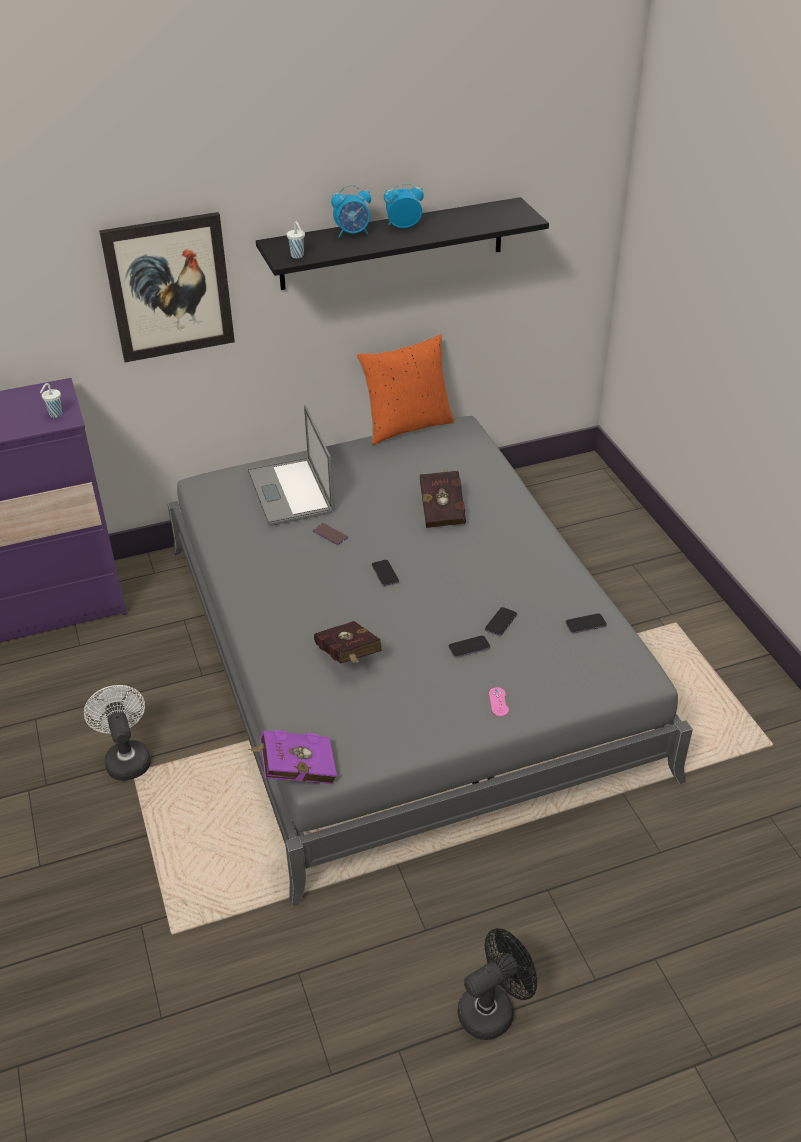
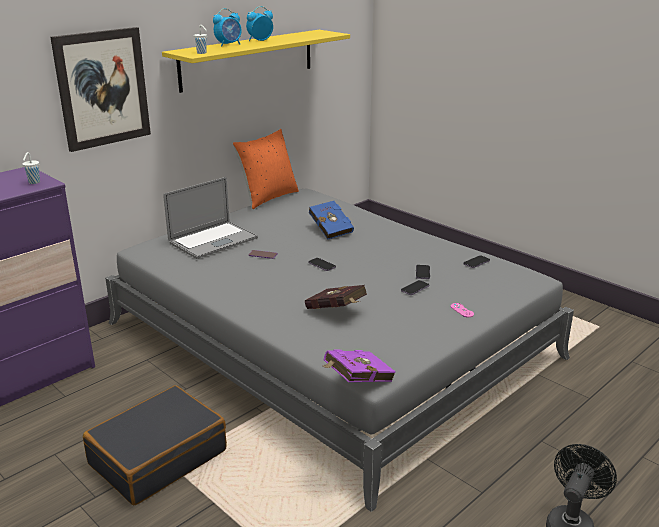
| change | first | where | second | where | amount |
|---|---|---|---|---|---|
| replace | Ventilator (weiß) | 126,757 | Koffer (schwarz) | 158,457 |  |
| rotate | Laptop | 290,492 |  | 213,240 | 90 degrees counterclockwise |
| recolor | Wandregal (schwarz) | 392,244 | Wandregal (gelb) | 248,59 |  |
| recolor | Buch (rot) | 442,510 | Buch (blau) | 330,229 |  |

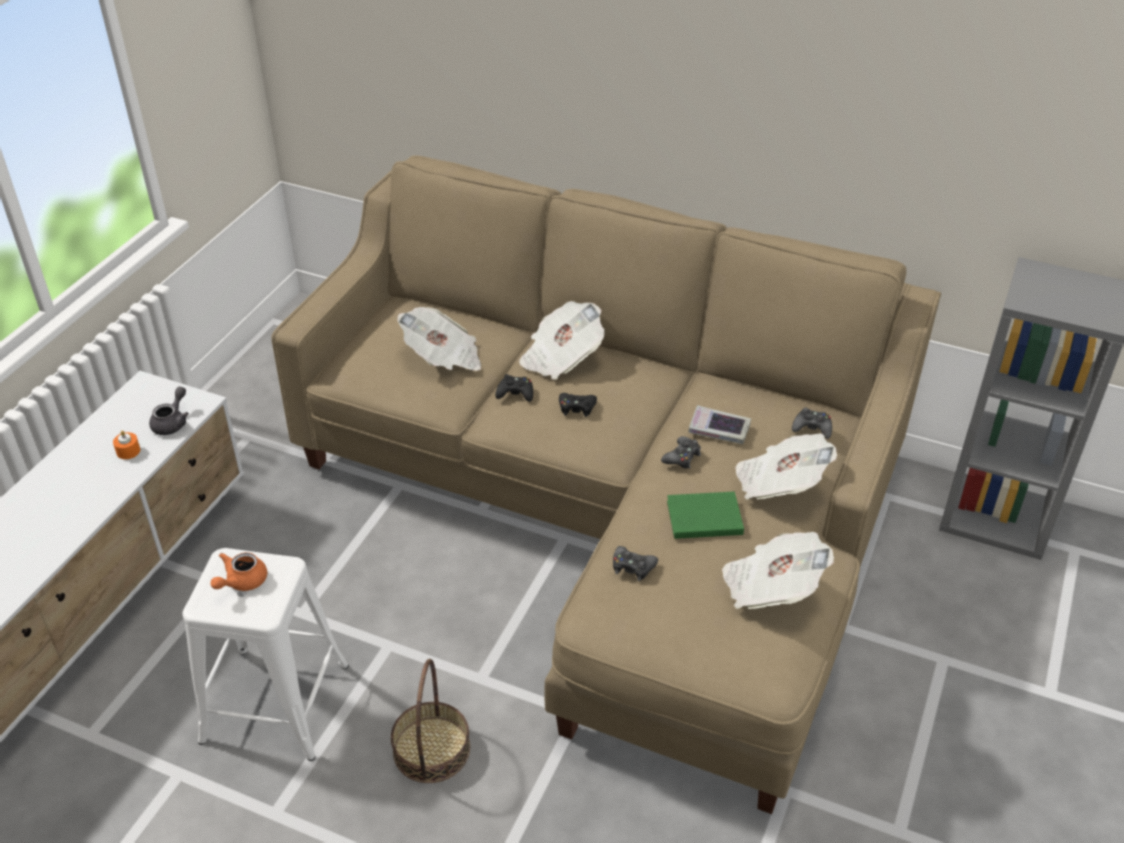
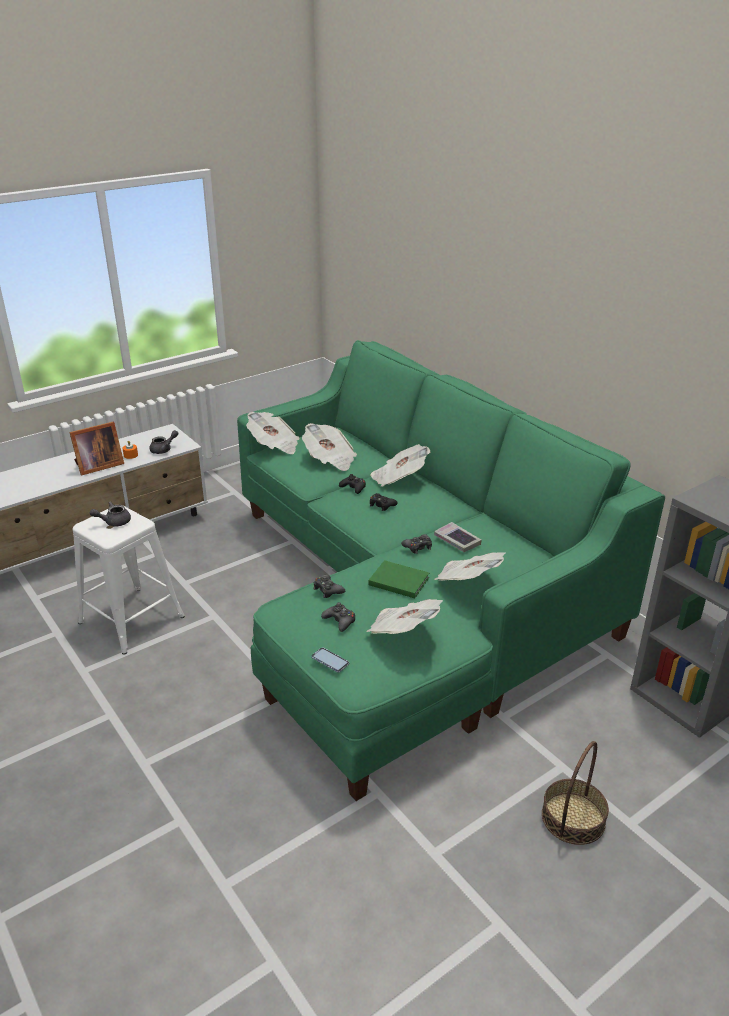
| change | first | where | second | where | amount |
|---|---|---|---|---|---|
| recolor | Teekanne (orange) | 241,582 | Teekanne (grau) | 114,522 |  |
| recolor | Sofa (beige) | 614,510 | Sofa (grün) | 407,597 |  |
| move | Korb | 432,749 |  | 573,818 |  |
| move | Gamepad (schwarz) | 812,428 |  | 340,621 |  |
| insert |  |  | Bilderrahmen | 97,466 |  |
| insert |  |  | Zeitung | 274,445 |  |
| insert |  |  | Handy | 330,660 |  |

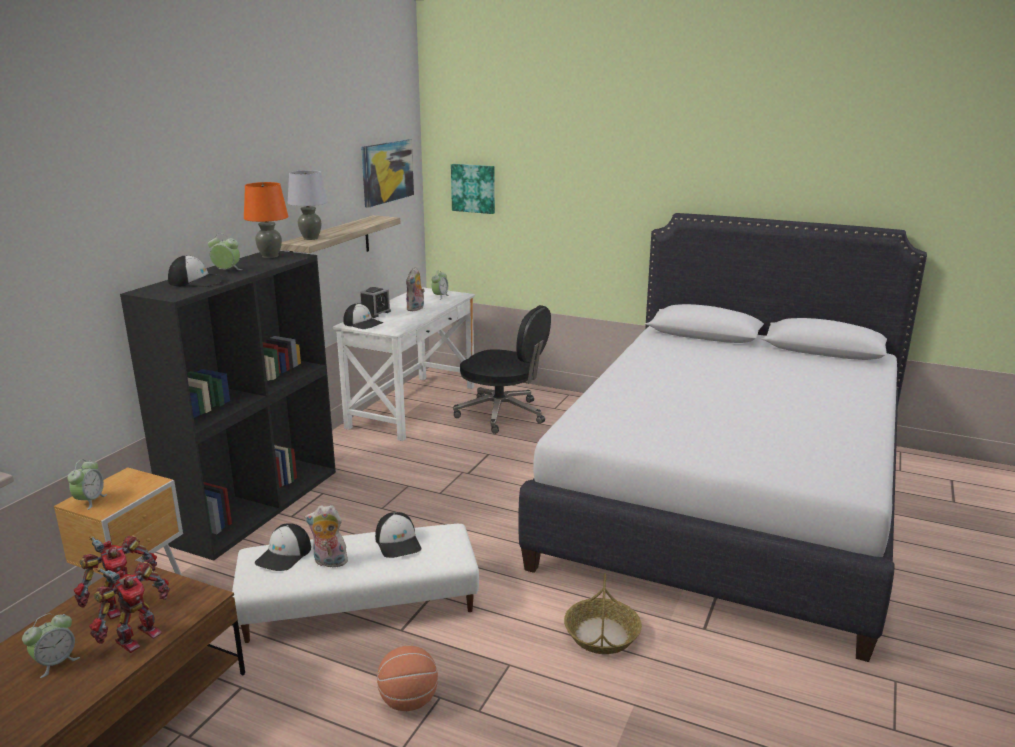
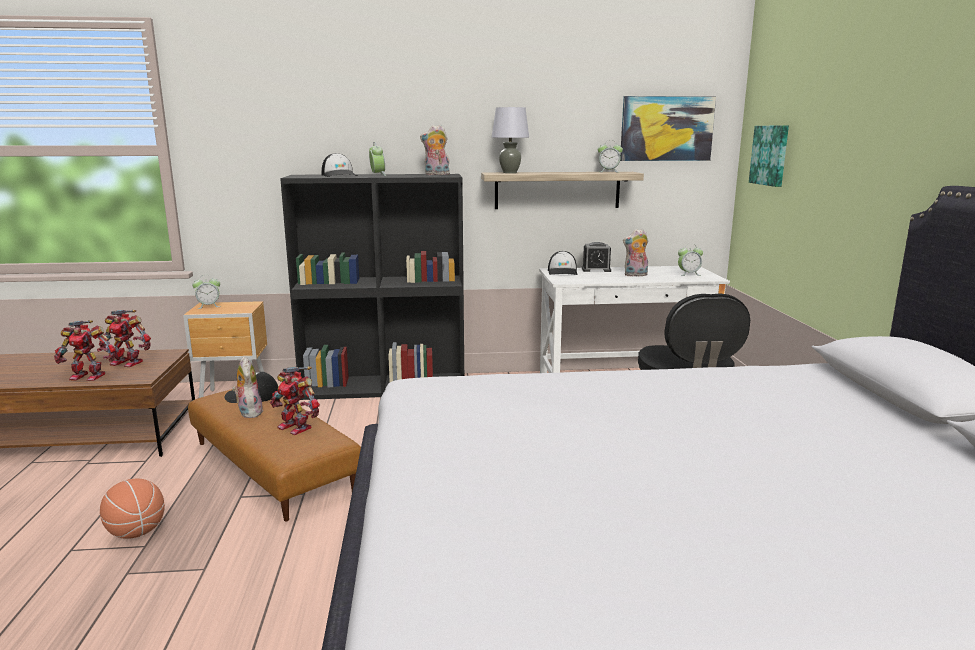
| change | first | where | second | where | amount |
|---|---|---|---|---|---|
| move | Wecker | 56,663 |  | 609,172 |  |
| recolor | Polsterhocker (weiß) | 360,602 | Polsterhocker (braun) | 274,466 |  |
| replace | Tischlampe (orange) | 270,256 | Plüschtier | 436,174 |  |
| replace | Kappe | 398,542 | Spielzeugroboter | 296,427 |  |
| delete | Korb | 602,635 |  |  |  |

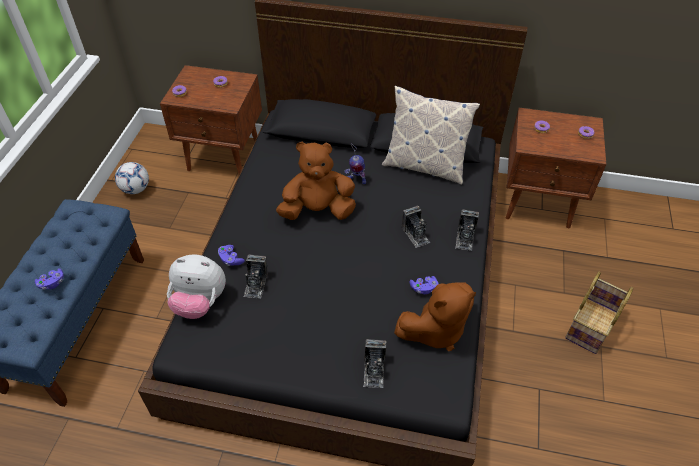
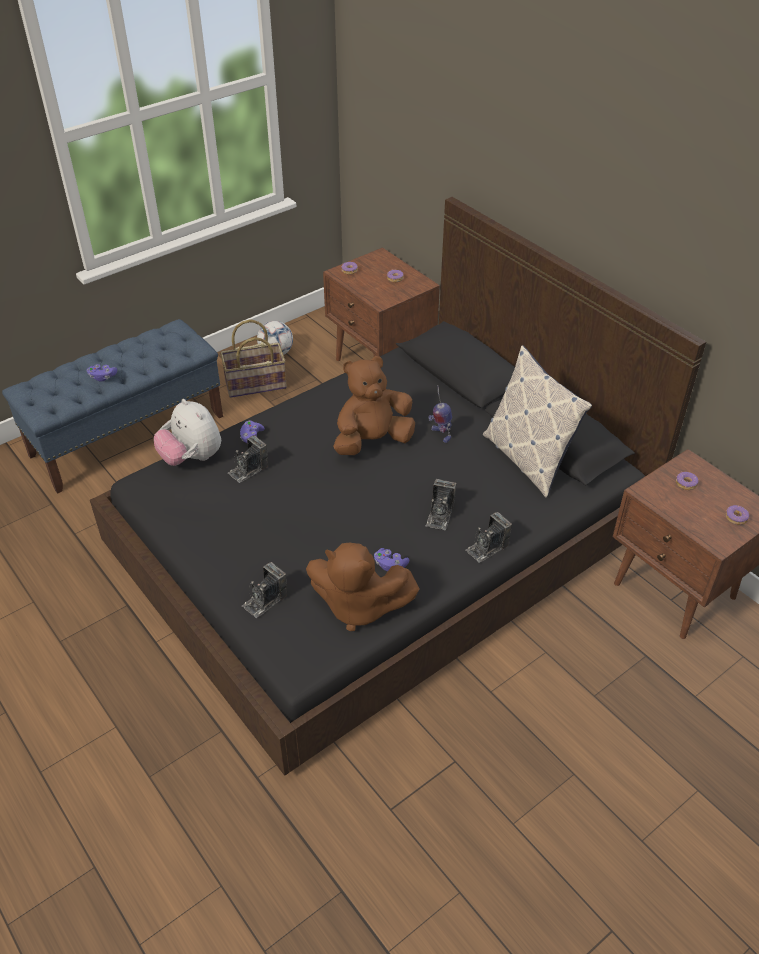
| change | first | where | second | where | amount |
|---|---|---|---|---|---|
| rotate | Plüschtier (braun) | 318,210 |  | 372,441 | 60 degrees counterclockwise |
| move | Korb | 592,326 |  | 255,384 |  |

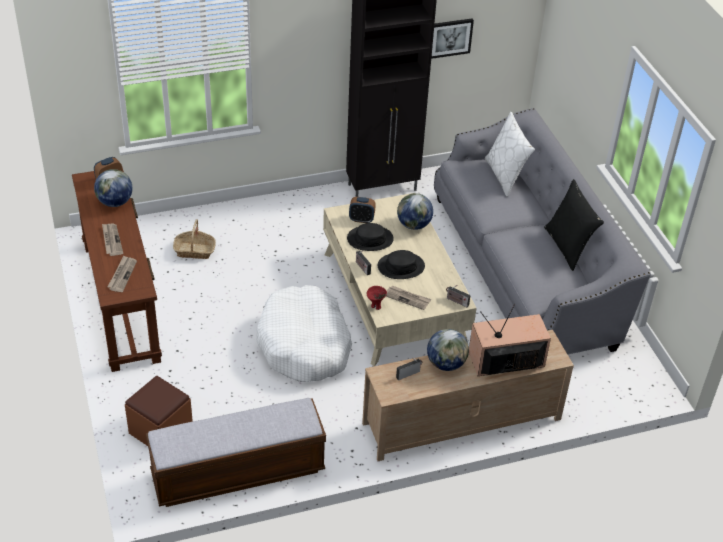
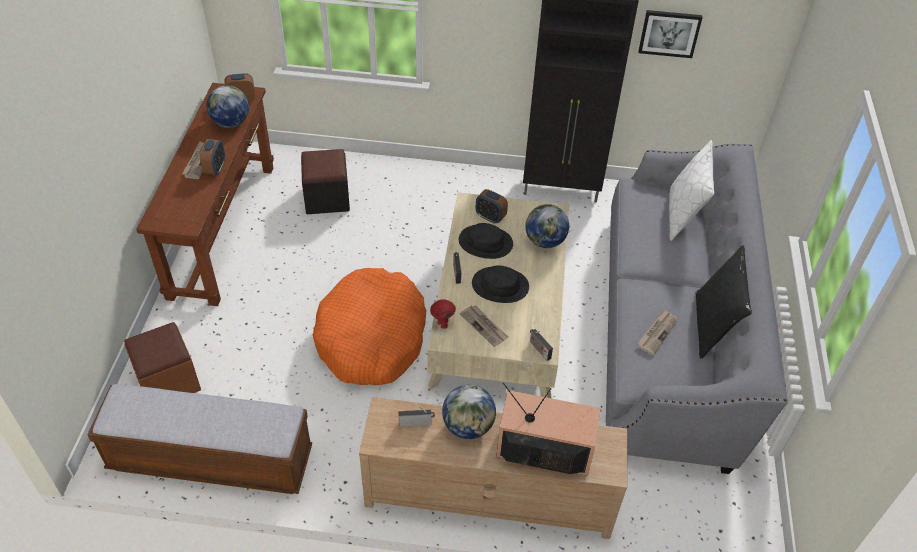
| change | first | where | second | where | amount |
|---|---|---|---|---|---|
| move | Zeitung | 122,275 |  | 657,333 |  |
| replace | Korb | 194,251 | Polsterhocker (schwarz) | 327,198 |  |
| recolor | Hundebett (weiß) | 304,345 | Hundebett (orange) | 372,338 |  |
| insert |  |  | Wecker | 215,168 |  |

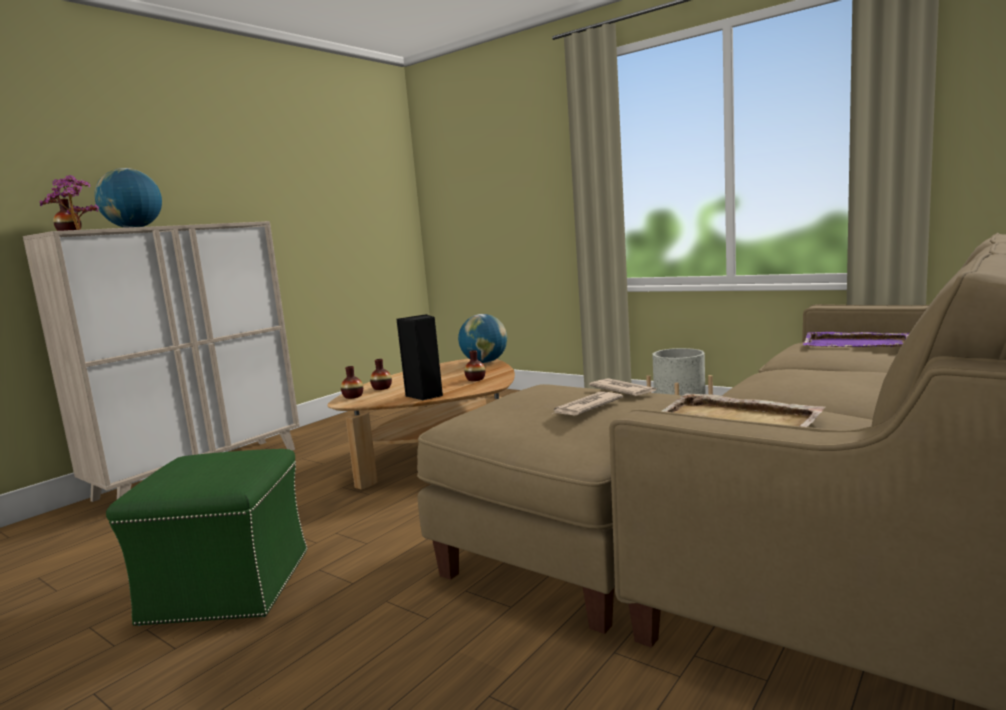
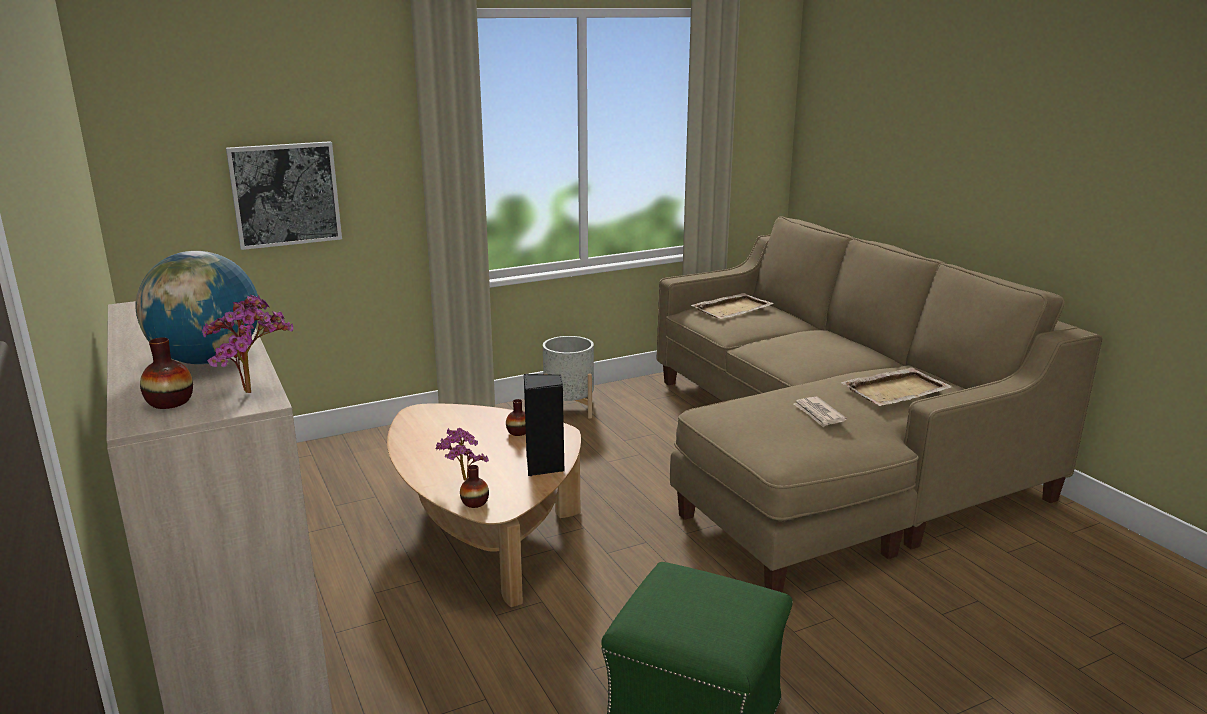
| change | first | where | second | where | amount |
|---|---|---|---|---|---|
| replace | Vase | 381,388 | Topfpflanze | 462,481 |  |
| delete | Globus | 485,362 |  |  |  |
| delete | Zeitung | 622,390 |  |  |  |
| recolor | Tablett (lila) | 857,343 | Tablett (beige) | 733,308 |  |
| insert |  |  | Bild | 285,194 |  |

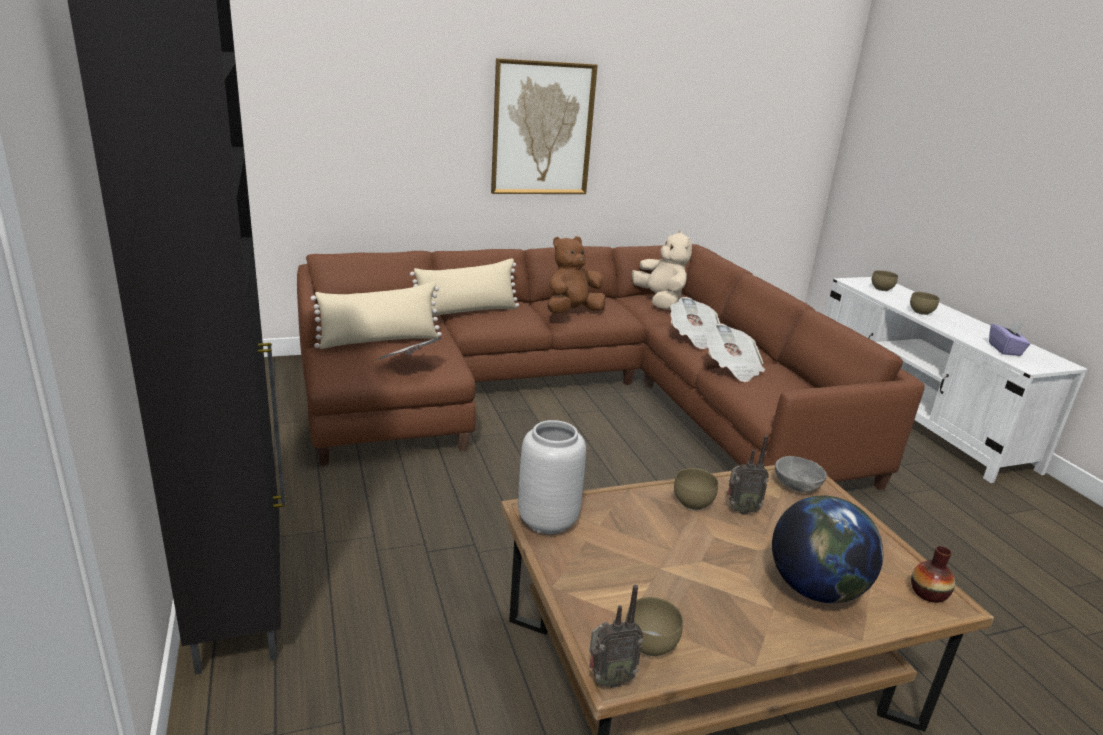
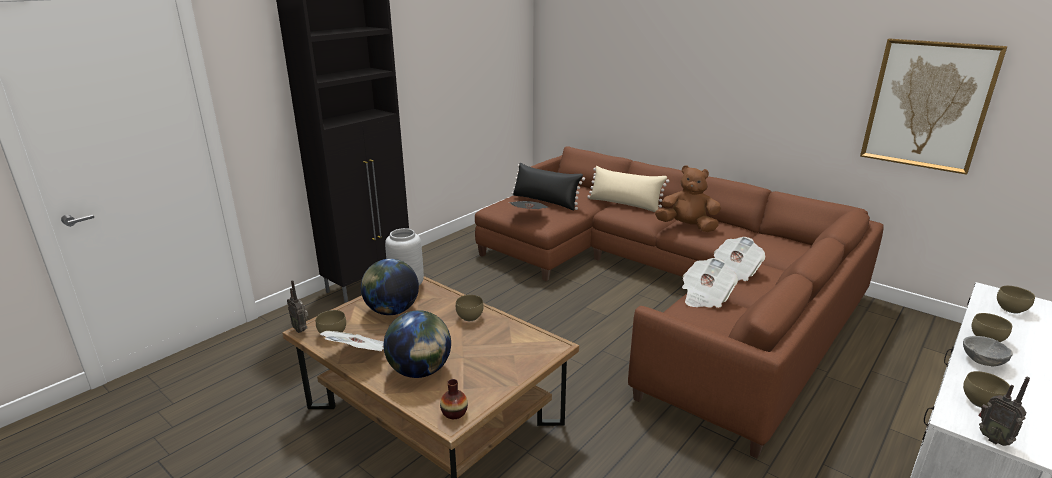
| change | first | where | second | where | amount |
|---|---|---|---|---|---|
| recolor | Kissen (beige) | 379,341 | Kissen (schwarz) | 545,201 |  |
| move | Bild | 542,129 |  | 928,105 |  |
| delete | Plüschtier (beige) | 660,301 |  |  |  |
| move | Radio | 740,509 |  | 993,438 |  |
| move | Schüssel (grau) | 796,486 |  | 982,361 |  |
| replace | Taschentuchbox (lila) | 1005,350 | Schüssel (braun) | 980,401 |  |
| insert |  |  | Zeitung | 360,355 |  |
| insert |  |  | Globus | 392,311 |  |

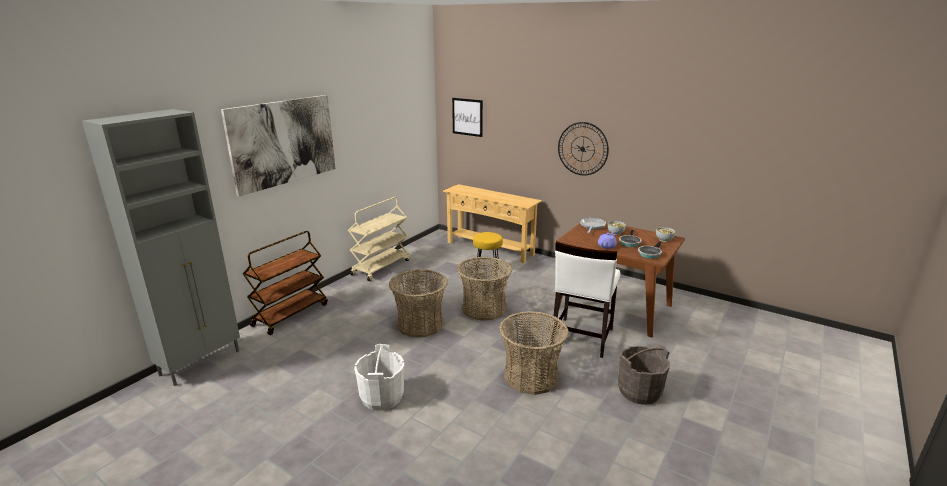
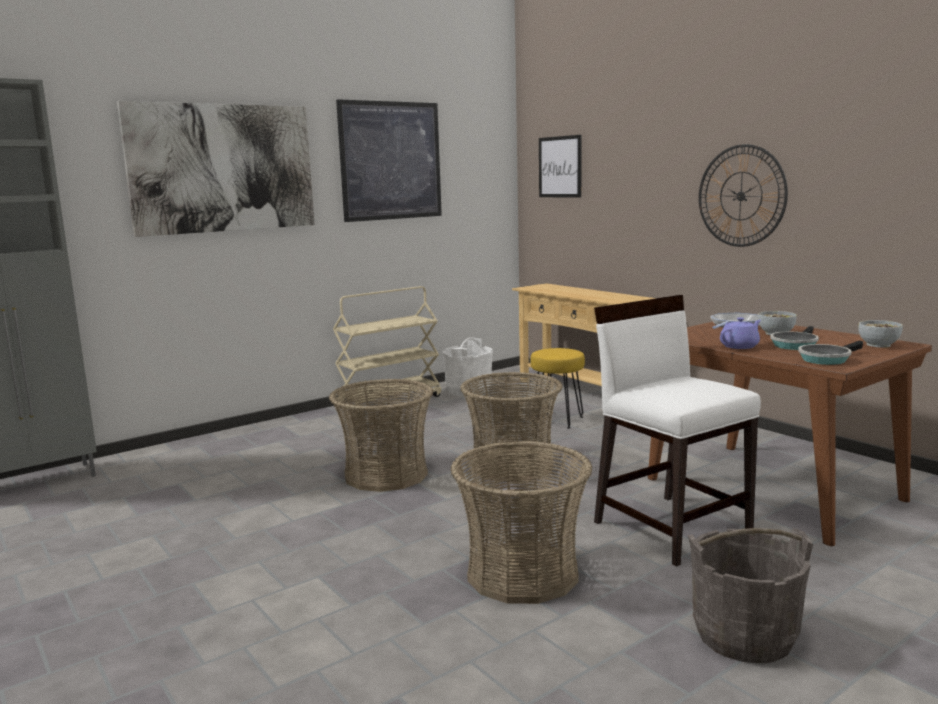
| change | first | where | second | where | amount |
|---|---|---|---|---|---|
| delete | Rollwagen (braun) | 290,314 |  |  |  |
| move | Eimer (weiß) | 382,397 |  | 468,390 |  |
| rotate | Stuhl (weiß) | 581,337 |  | 671,527 | 105 degrees clockwise |
| insert |  |  | Bild | 391,161 |  |

